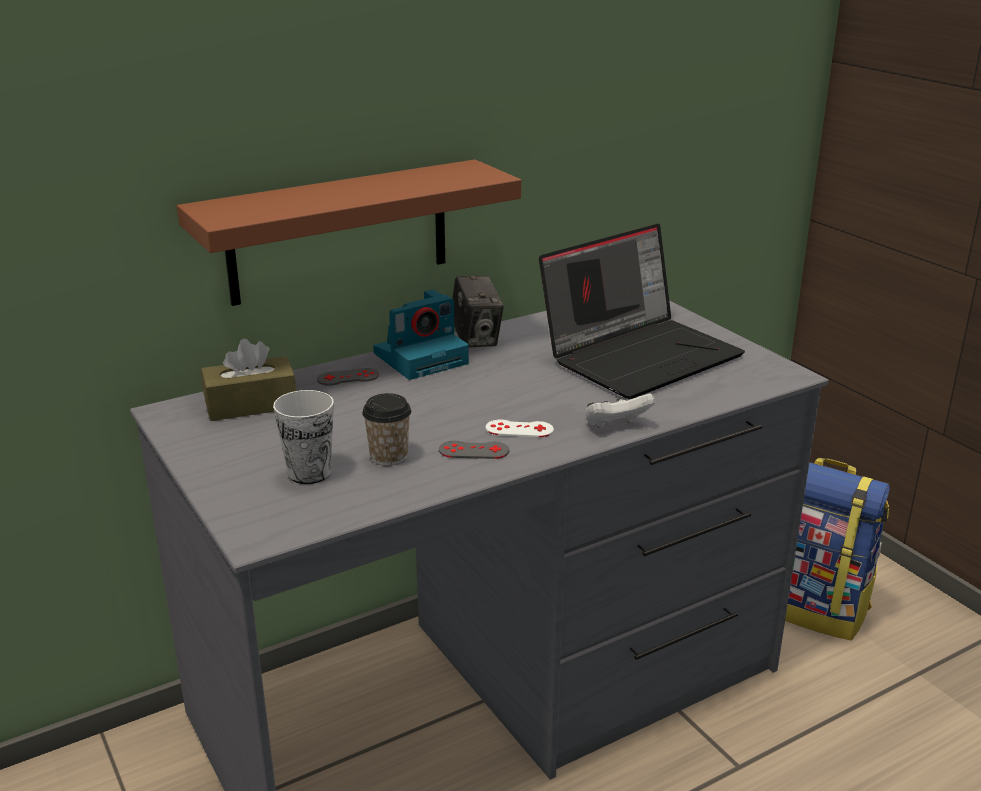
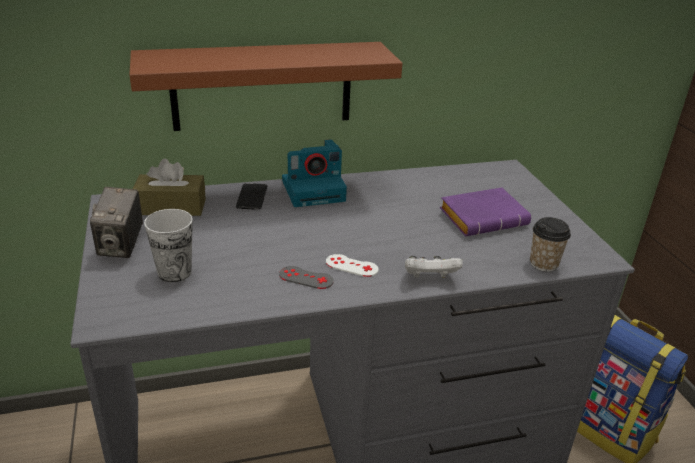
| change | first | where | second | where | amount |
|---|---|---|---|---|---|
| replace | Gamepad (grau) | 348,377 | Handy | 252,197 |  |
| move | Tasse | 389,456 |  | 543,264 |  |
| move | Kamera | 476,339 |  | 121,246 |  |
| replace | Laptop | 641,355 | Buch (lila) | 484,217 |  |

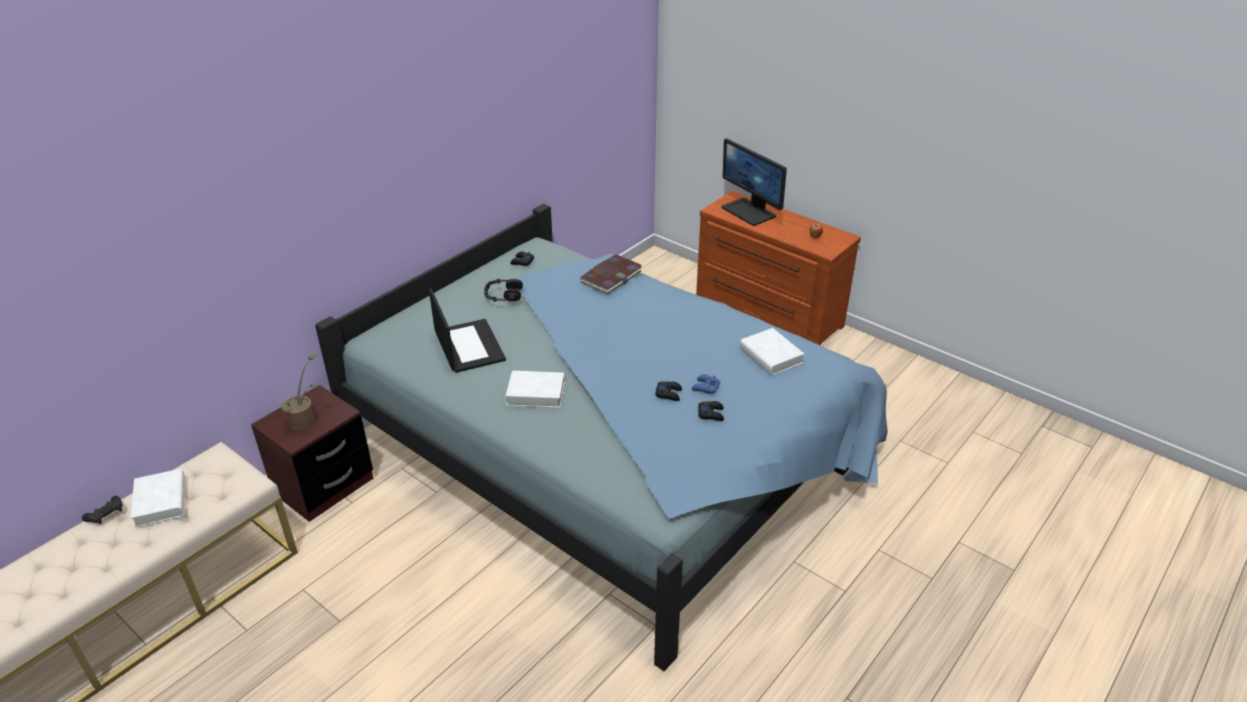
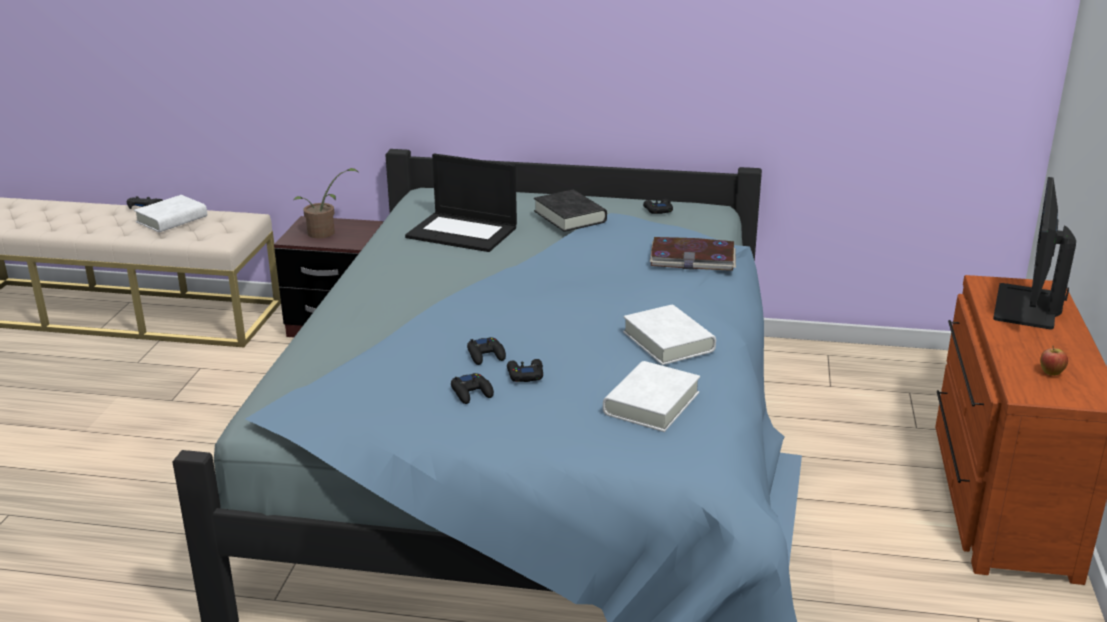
| change | first | where | second | where | amount |
|---|---|---|---|---|---|
| rotate | Laptop | 468,346 |  | 463,232 | 75 degrees clockwise |
| replace | Kopfhörer | 503,295 | Buch (schwarz) | 570,216 |  |
| move | Buch (weiß) | 536,393 |  | 668,341 |  |
| recolor | Gamepad (blau) | 705,387 | Gamepad (schwarz) | 525,375 |  |

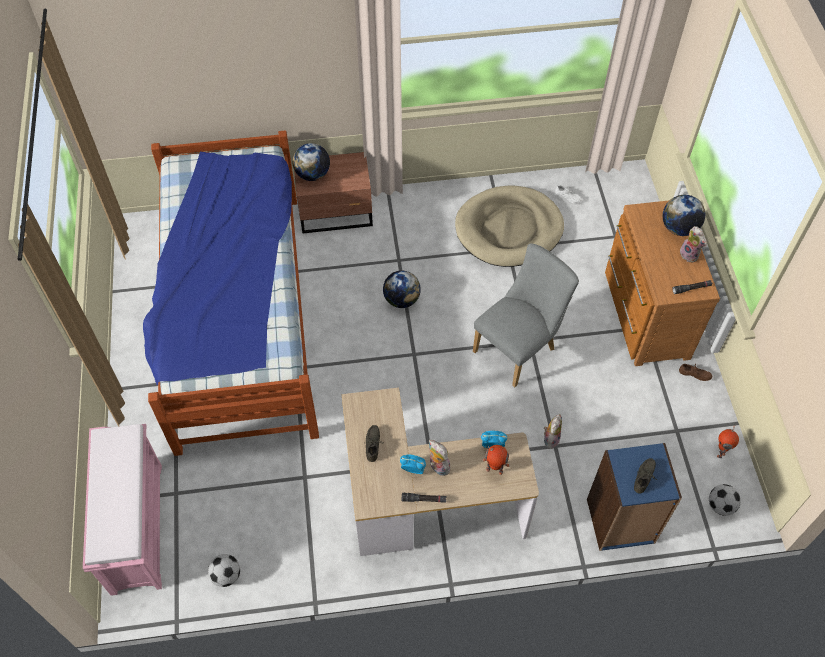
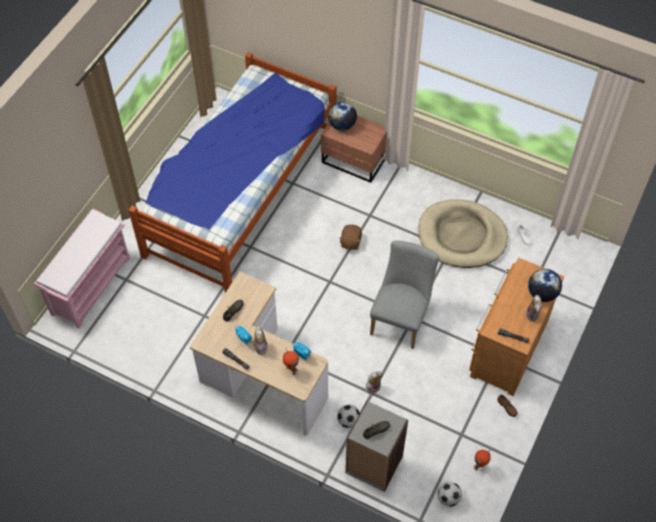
| change | first | where | second | where | amount |
|---|---|---|---|---|---|
| move | Fußball | 226,576 |  | 348,421 |  |
| replace | Globus | 401,299 | Plüschtier (braun) | 350,242 |  |
| rotate | Stuhl (grau) | 519,347 |  | 401,318 | 60 degrees counterclockwise |
| recolor | Bücherregal (blau) | 620,522 | Bücherregal (grau) | 373,465 |  |

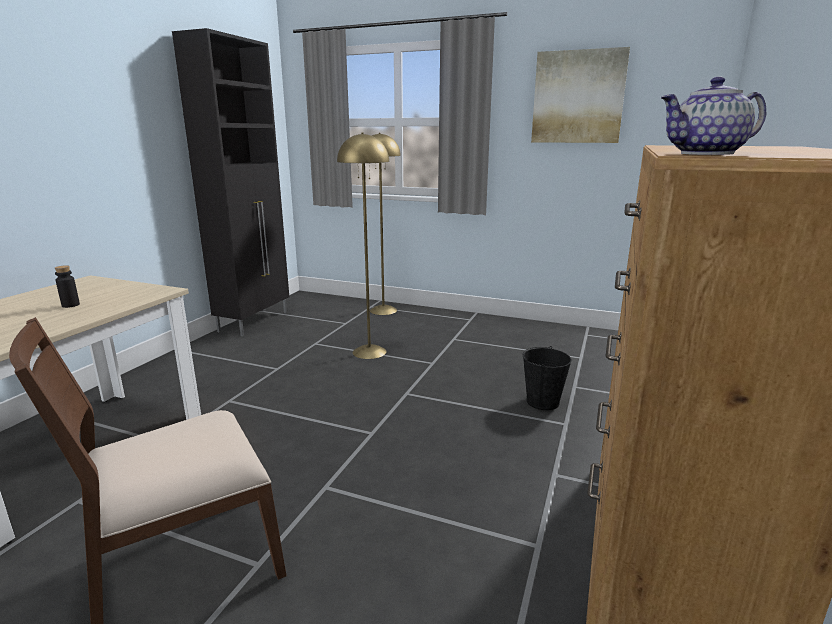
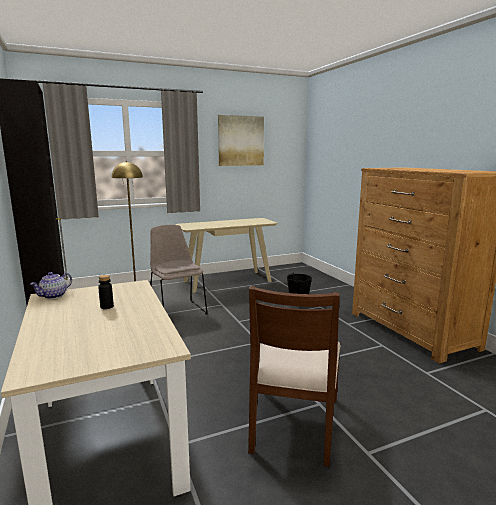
| change | first | where | second | where | amount |
|---|---|---|---|---|---|
| replace | Stehlampe (gelb) | 369,352 | Stuhl (beige) | 177,311 |  |
| move | Teekanne | 706,154 |  | 54,296 |  |
| insert |  |  | Konsolentisch (beige) | 227,281 |  |

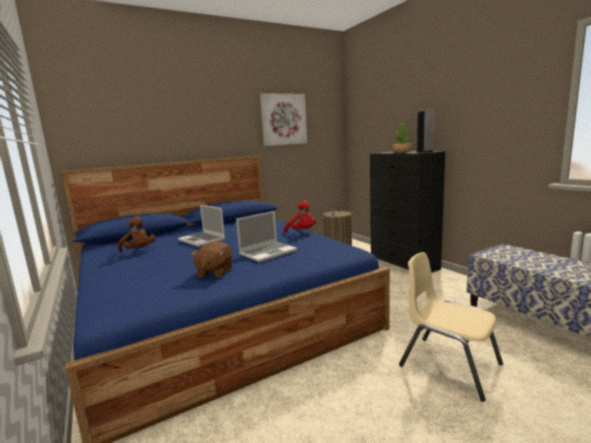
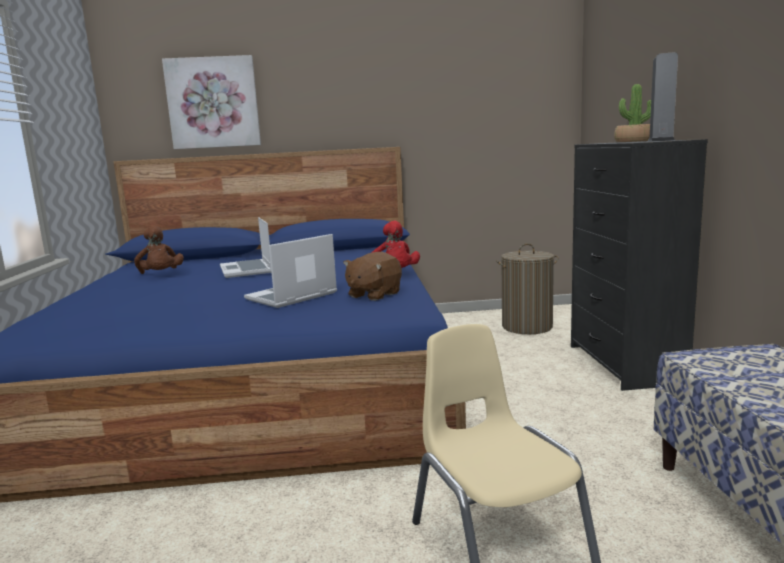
| change | first | where | second | where | amount |
|---|---|---|---|---|---|
| move | Plüschtier (braun) | 214,272 |  | 373,295 |  |
| rotate | Laptop | 268,252 |  | 291,296 | 150 degrees clockwise |
| move | Bild | 283,119 |  | 213,103 |  |

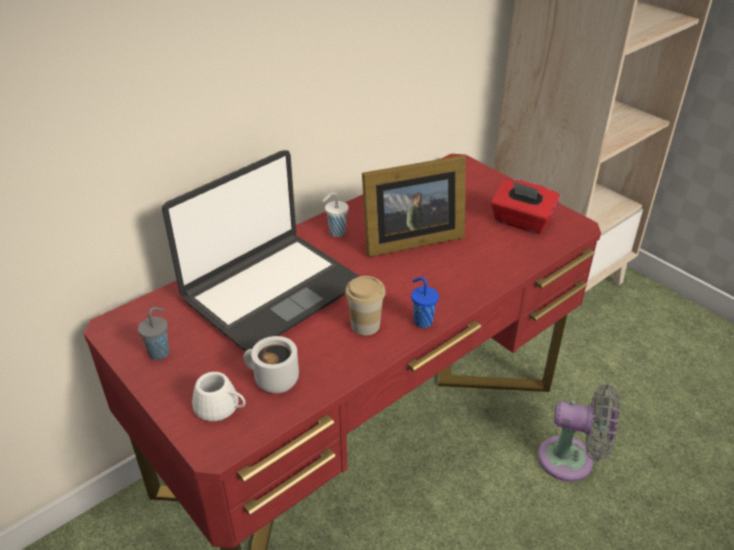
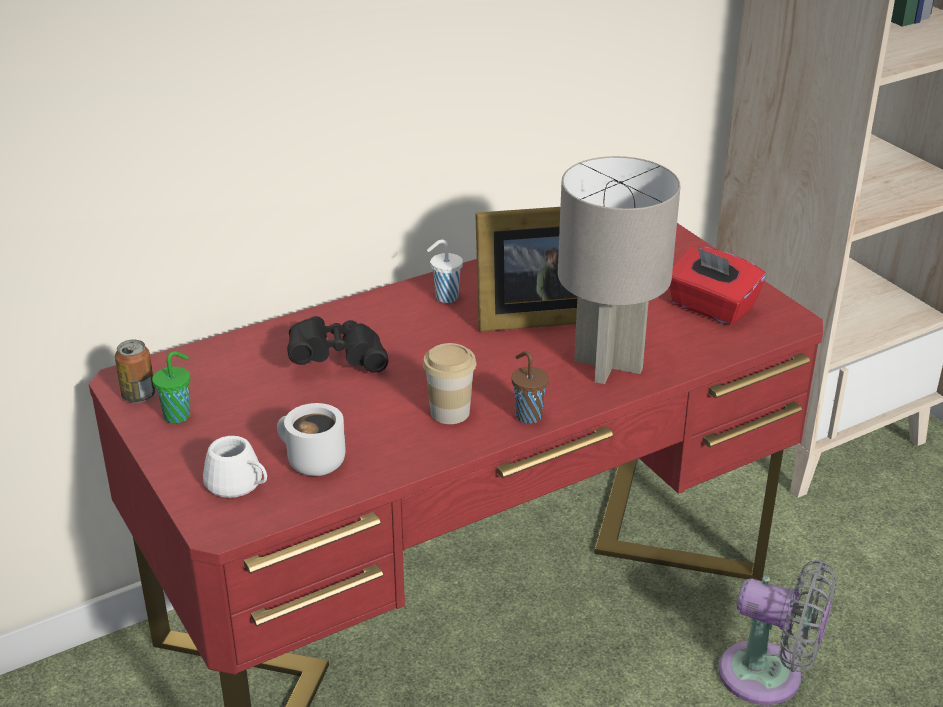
| change | first | where | second | where | amount |
|---|---|---|---|---|---|
| recolor | Tasse (grau) | 160,352 | Tasse (grün) | 178,415 |  |
| replace | Laptop | 271,291 | Fernglas (schwarz) | 337,360 |  |
| recolor | Tasse (blau) | 422,321 | Tasse (braun) | 527,415 |  |
| insert |  |  | Dose | 139,395 |  |
| insert |  |  | Tischlampe (grau) | 609,364 |  |

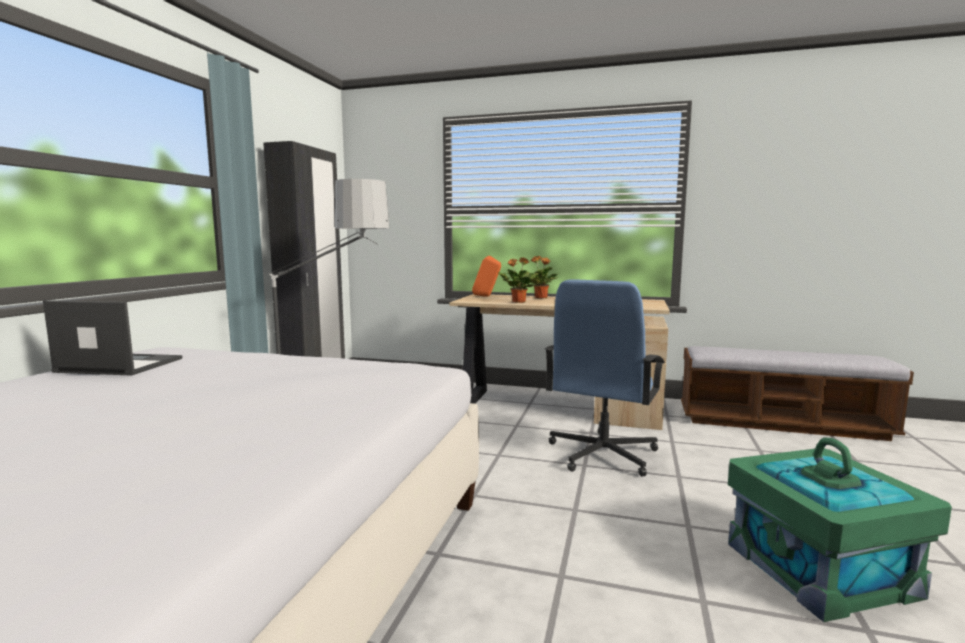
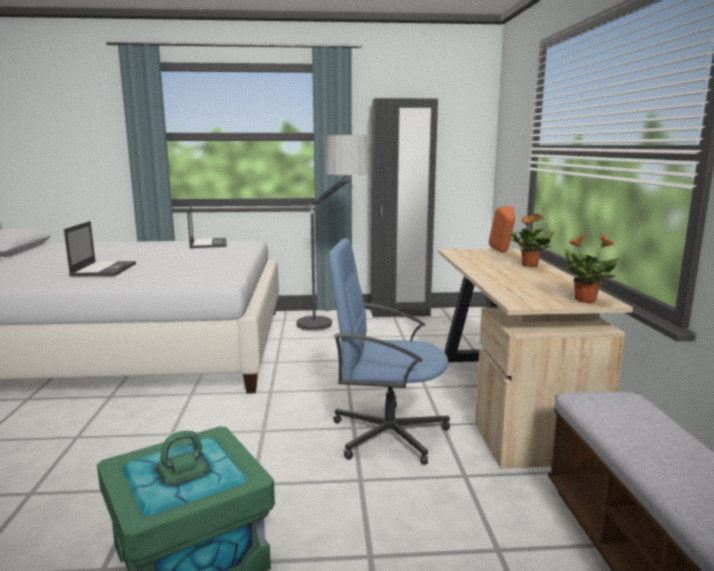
| change | first | where | second | where | amount |
|---|---|---|---|---|---|
| move | Topfpflanze | 518,302 |  | 584,300 |  |
| insert |  |  | Laptop | 104,269 |  |

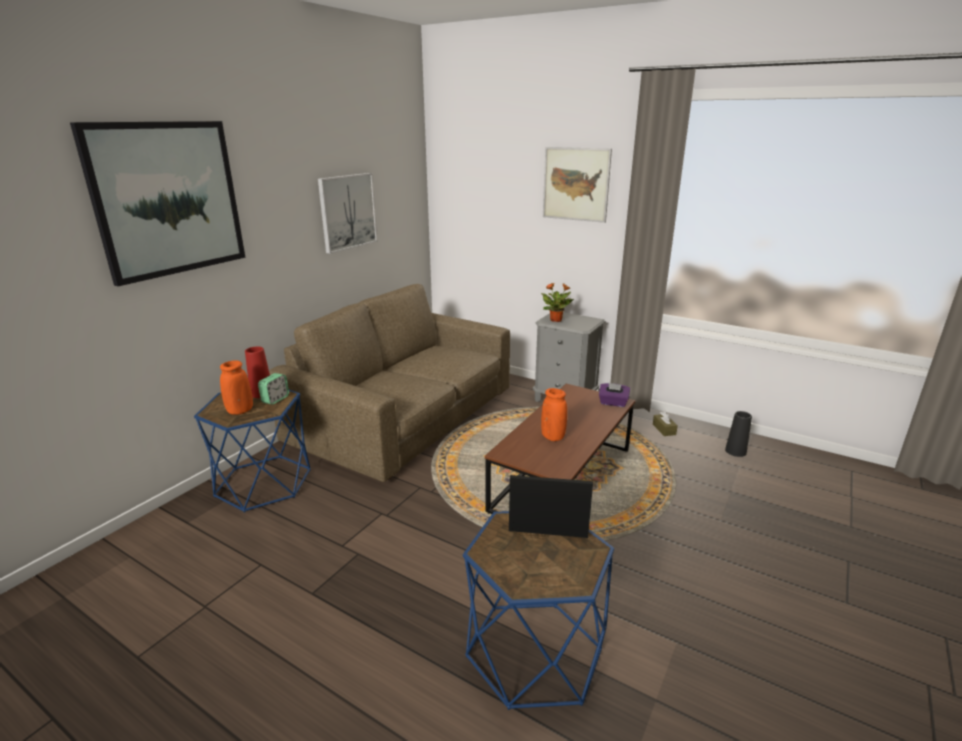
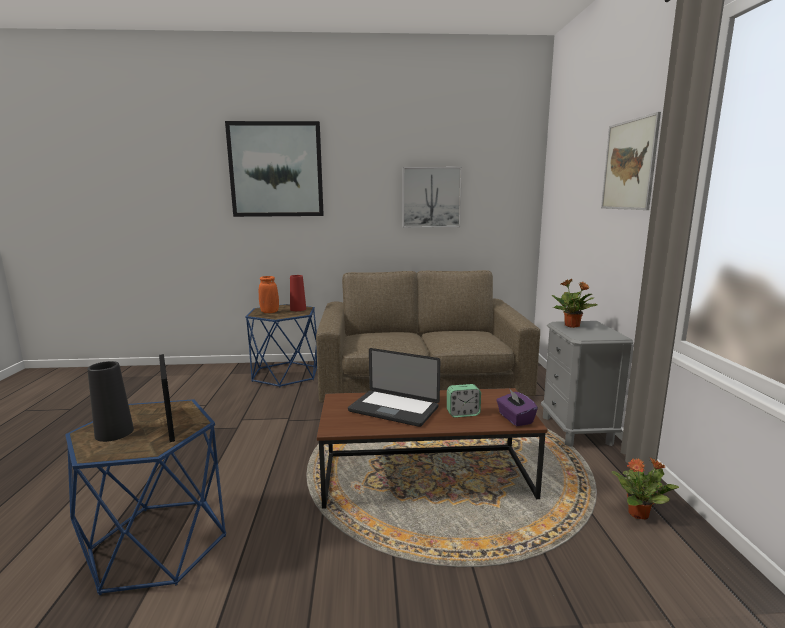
| change | first | where | second | where | amount |
|---|---|---|---|---|---|
| move | Wecker | 275,399 |  | 463,413 |  |
| replace | Vase (orange) | 553,437 | Laptop | 393,409 |  |
| replace | Taschentuchbox (braun) | 664,429 | Topfpflanze | 639,514 |  |
| move | Vase (schwarz) | 735,451 |  | 114,433 |  |

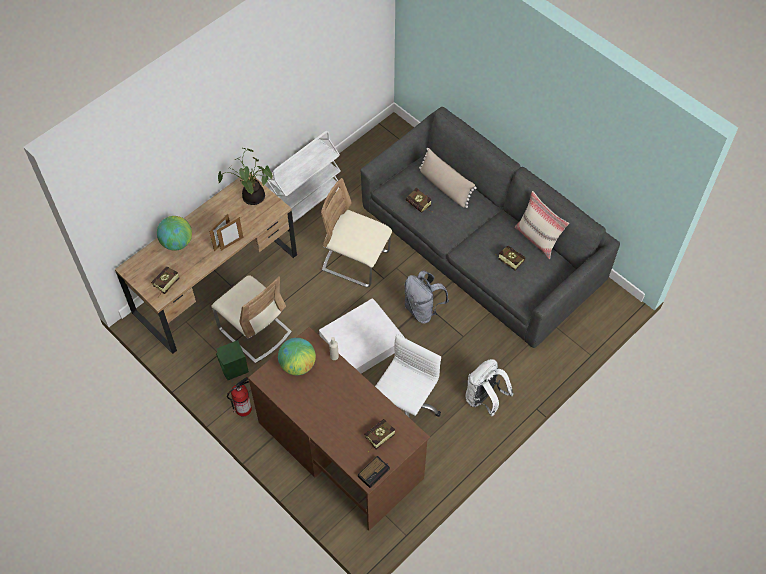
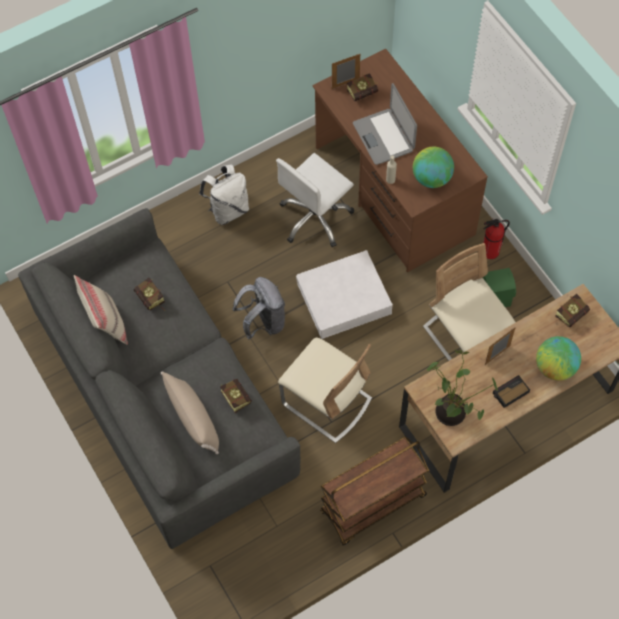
| change | first | where | second | where | amount |
|---|---|---|---|---|---|
| move | Bilderrahmen | 232,244 |  | 345,83 |  |
| recolor | Rollwagen (weiß) | 305,201 | Rollwagen (braun) | 373,505 |  |
| move | Wecker | 374,472 |  | 510,393 |  |
| insert |  |  | Laptop | 384,137 |  |

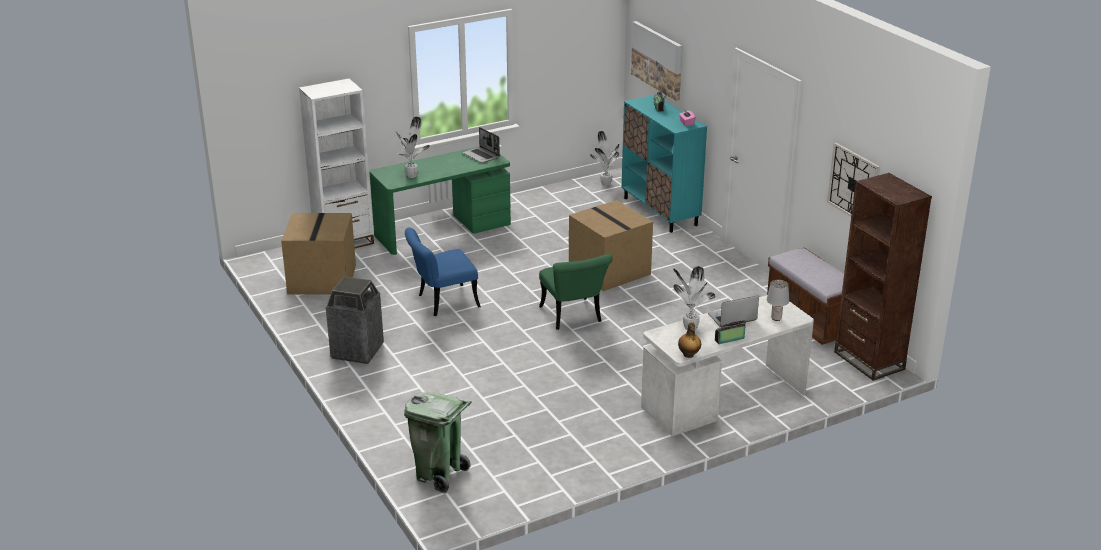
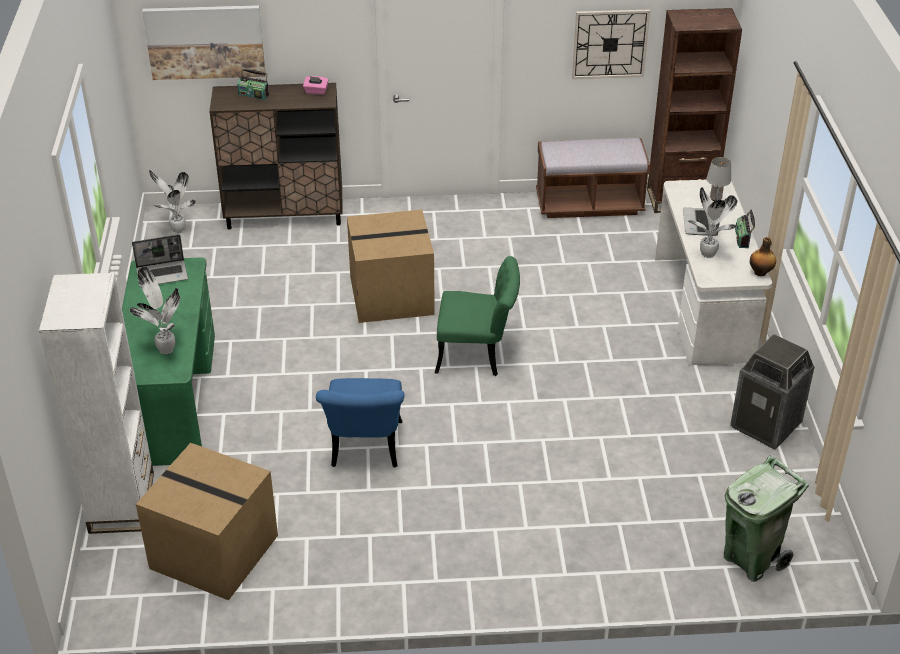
| change | first | where | second | where | amount |
|---|---|---|---|---|---|
| move | Mülleimer | 357,351 |  | 766,425 |  |
| recolor | Schrank (türkis) | 660,211 | Schrank (braun) | 285,215 |  |

